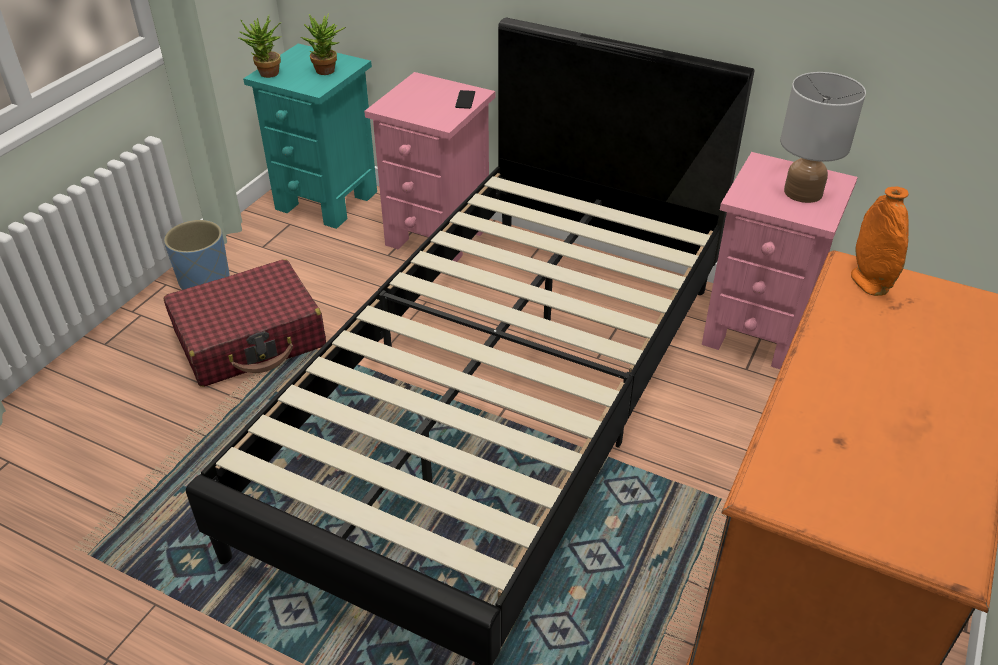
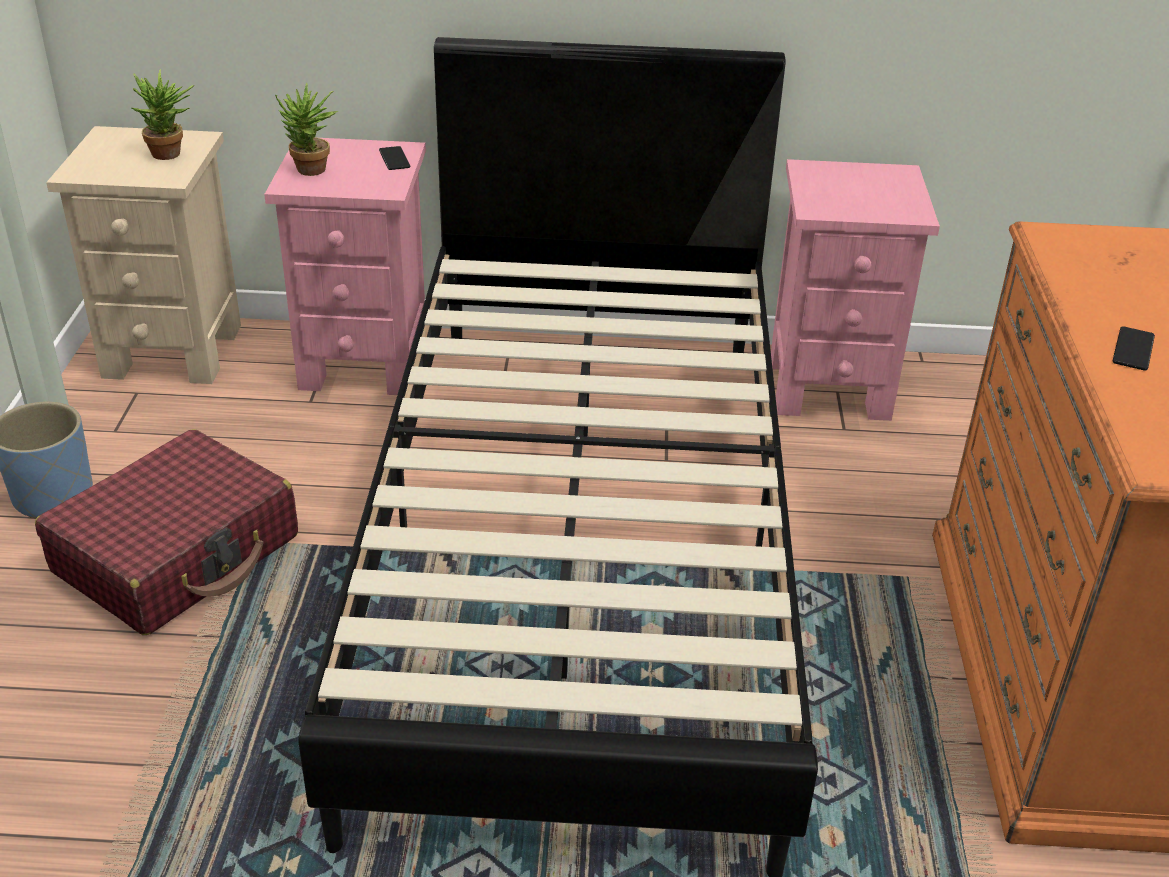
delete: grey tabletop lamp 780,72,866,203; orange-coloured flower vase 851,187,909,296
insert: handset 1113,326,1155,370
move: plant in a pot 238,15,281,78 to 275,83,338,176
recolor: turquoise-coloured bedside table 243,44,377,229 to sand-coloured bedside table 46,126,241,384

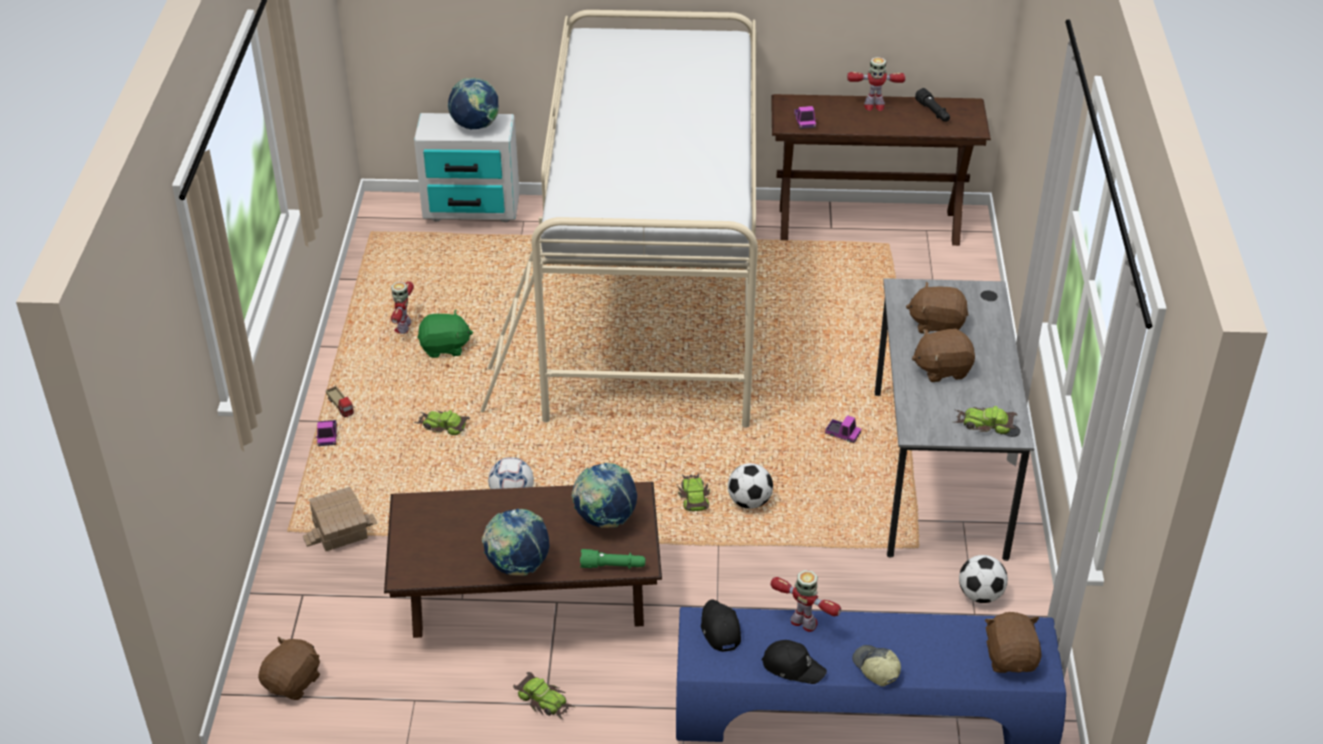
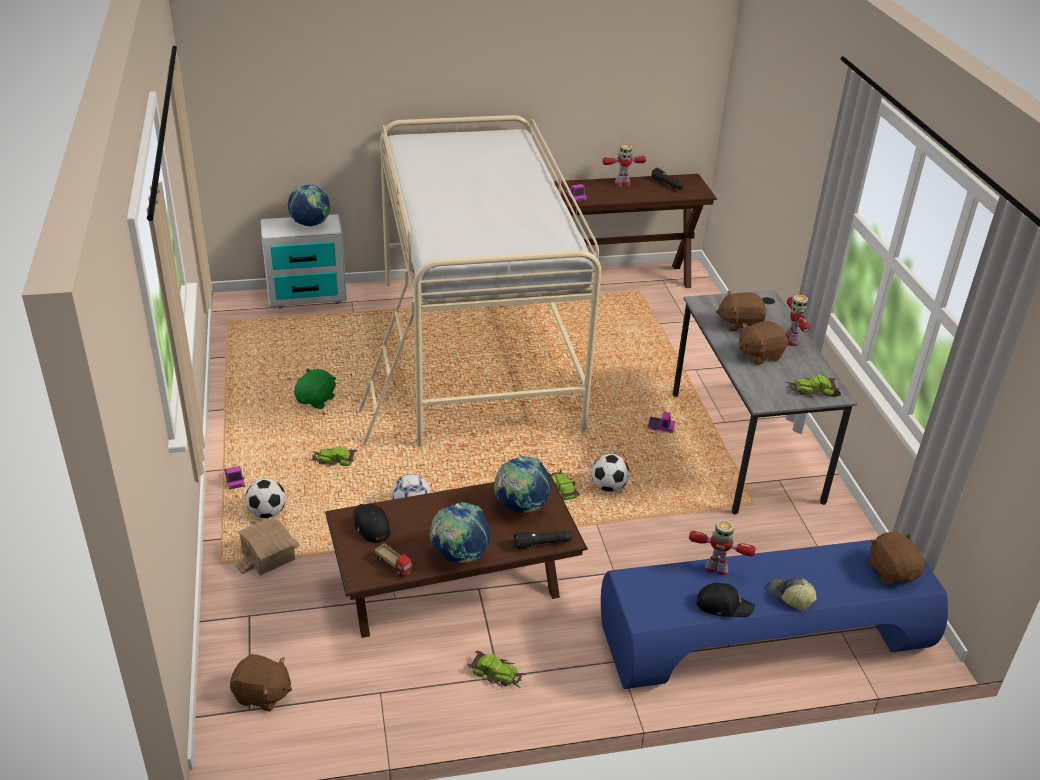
move: model truck 326,386,355,417 to 375,543,414,576; toy robot 391,282,414,334 to 786,294,810,346; black peaked cap 701,599,741,652 to 354,504,391,543; football ball 959,555,1008,603 to 245,479,286,518
recolor: green-coloured flashlight 580,549,645,569 to black flashlight 514,530,572,549
rotate: brown-coloured soft toy 258,637,320,700 = 230,654,292,712 90 degrees clockwise; green-coloured soft toy 417,310,473,358 = 294,368,337,409 45 degrees counterclockwise

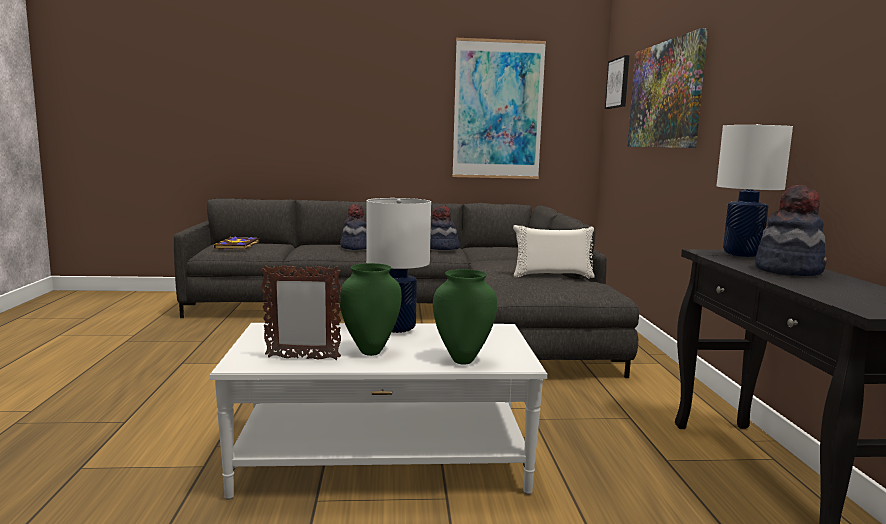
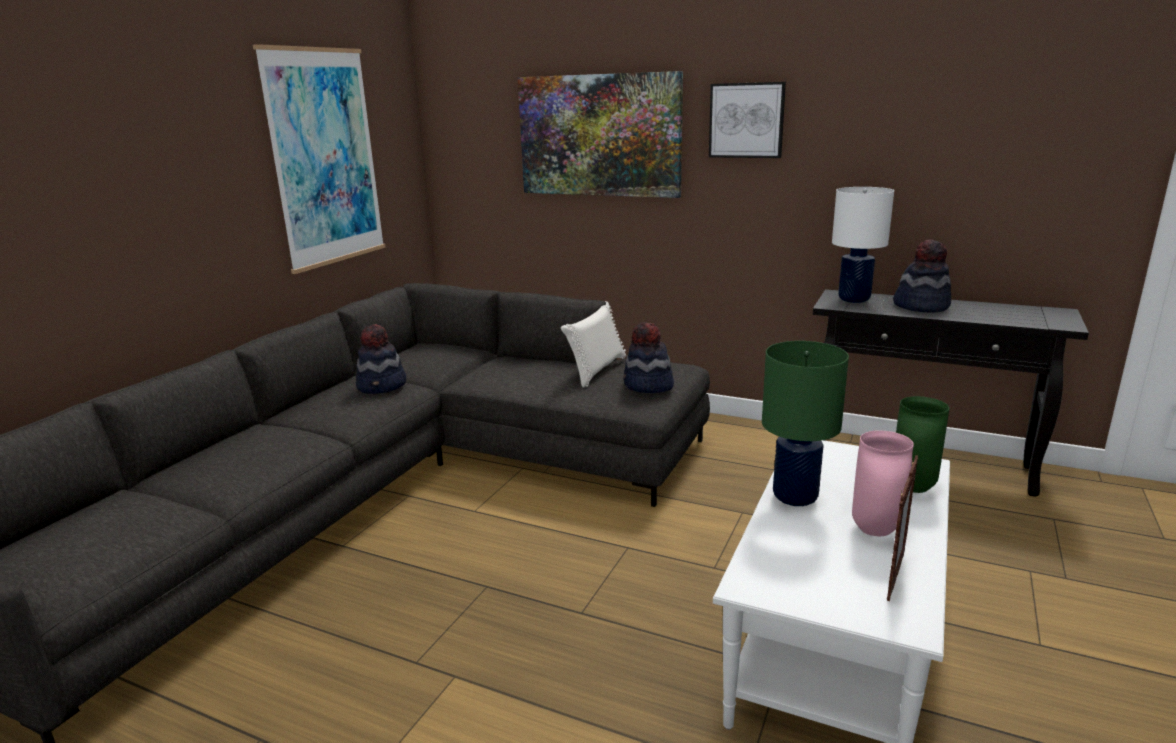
delete: volume 213,237,259,250
move: hat 340,204,367,250 to 623,322,674,393; picture 605,55,629,109 to 709,82,786,158
recolor: green-coloured flower vase 340,263,402,356 to pink flower vase 852,431,914,536; white tabletop lamp 366,198,431,333 to green-coloured tabletop lamp 762,341,849,506

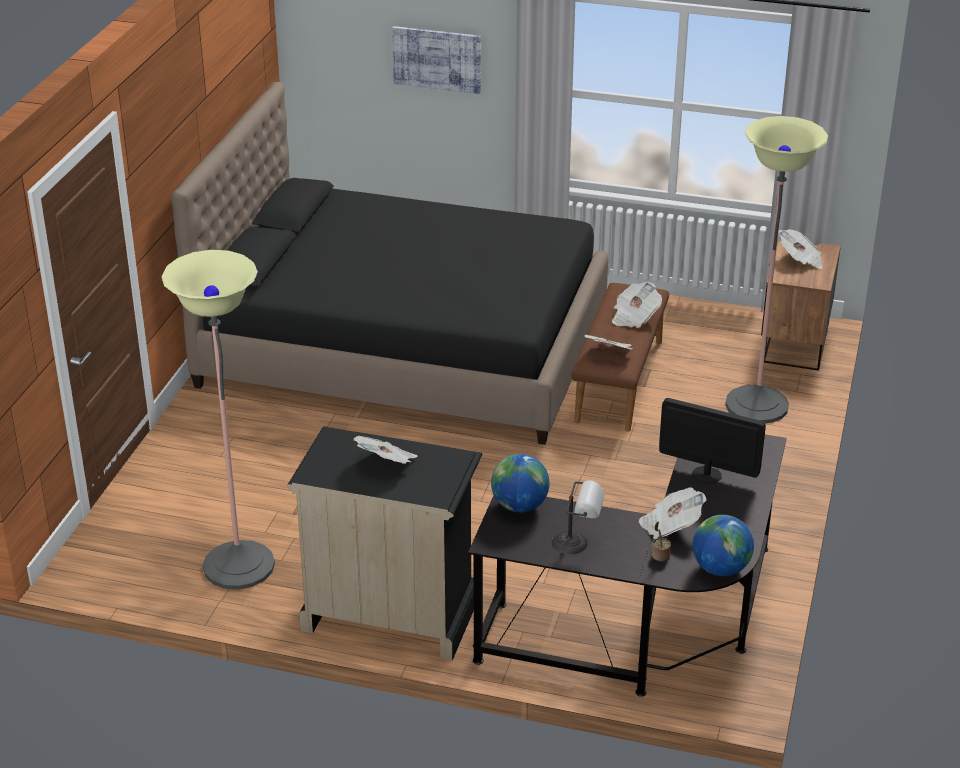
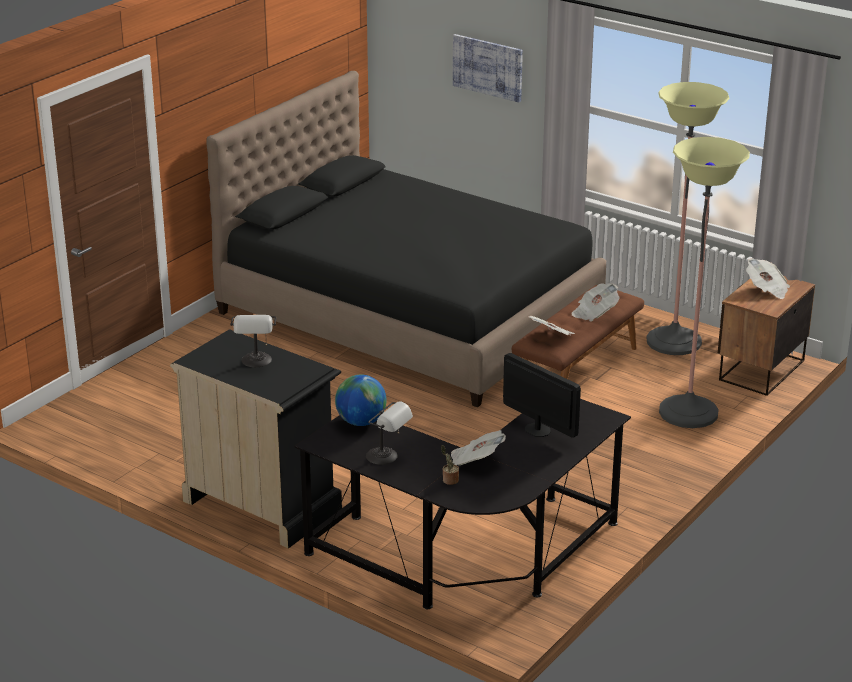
delete: world globe 692,515,754,576
move: floor lamp 162,250,275,590 to 647,82,730,355
replace: daily paper 353,436,418,464 to tabletop lamp 230,315,276,367

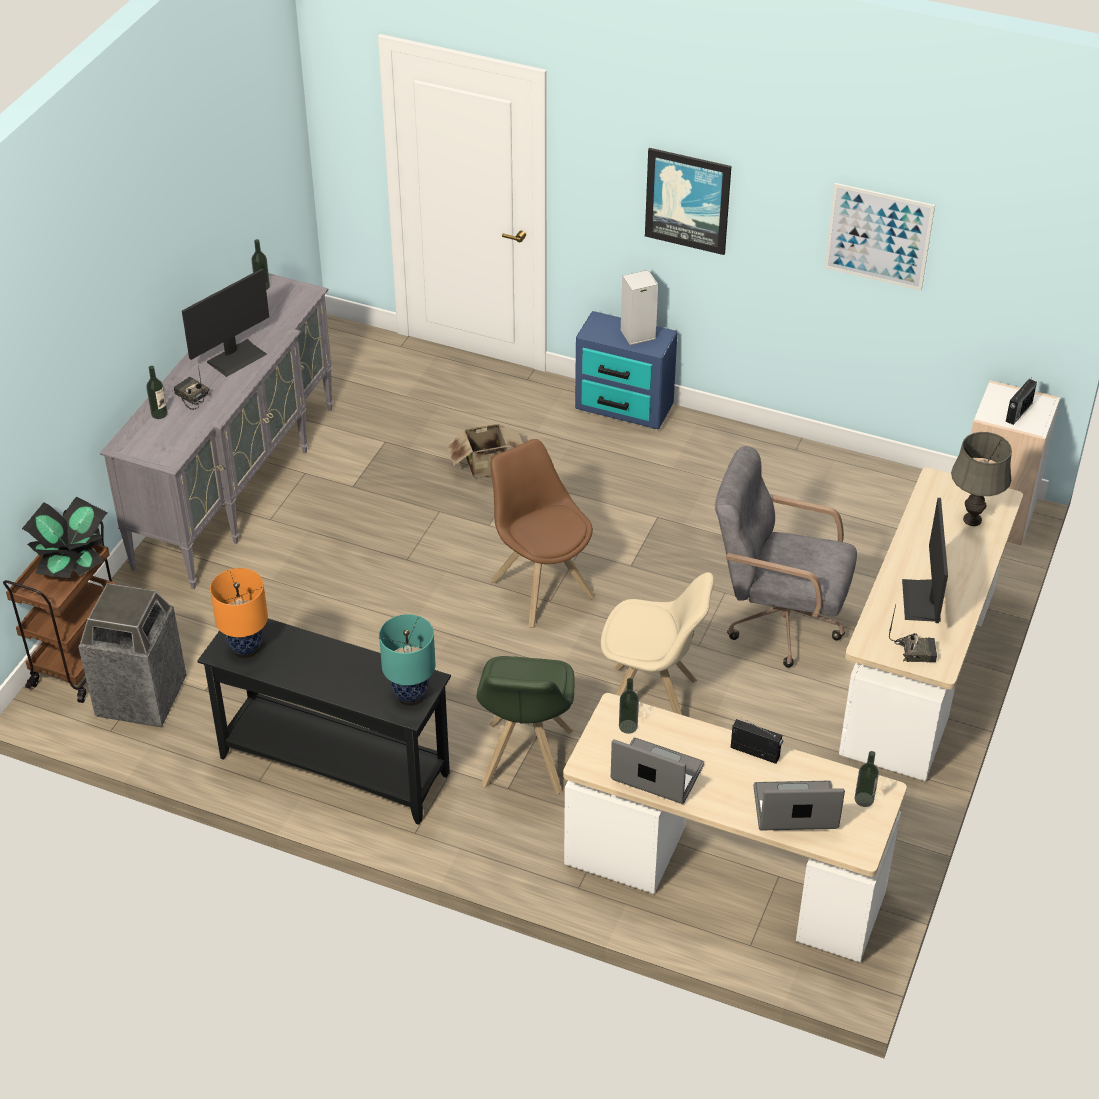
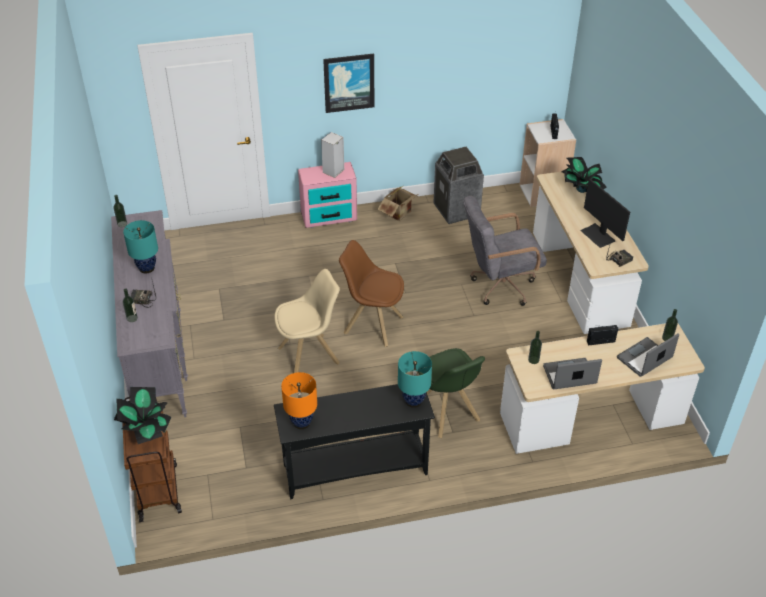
delete: picture 825,183,935,291
move: trash can 78,583,187,728 to 433,147,484,224; carton 446,424,523,479 to 378,186,419,221; sand-coloured upright chair 601,572,714,715 to 274,269,340,373
replace: computer display 182,269,269,377 to turquoise-coloured tabletop lamp 123,220,158,274; grey tabletop lamp 951,432,1012,526 to plant in a pot 562,157,607,193
recolor: blue-coloured bedside table 575,311,677,429 to pink bedside table 298,162,357,228

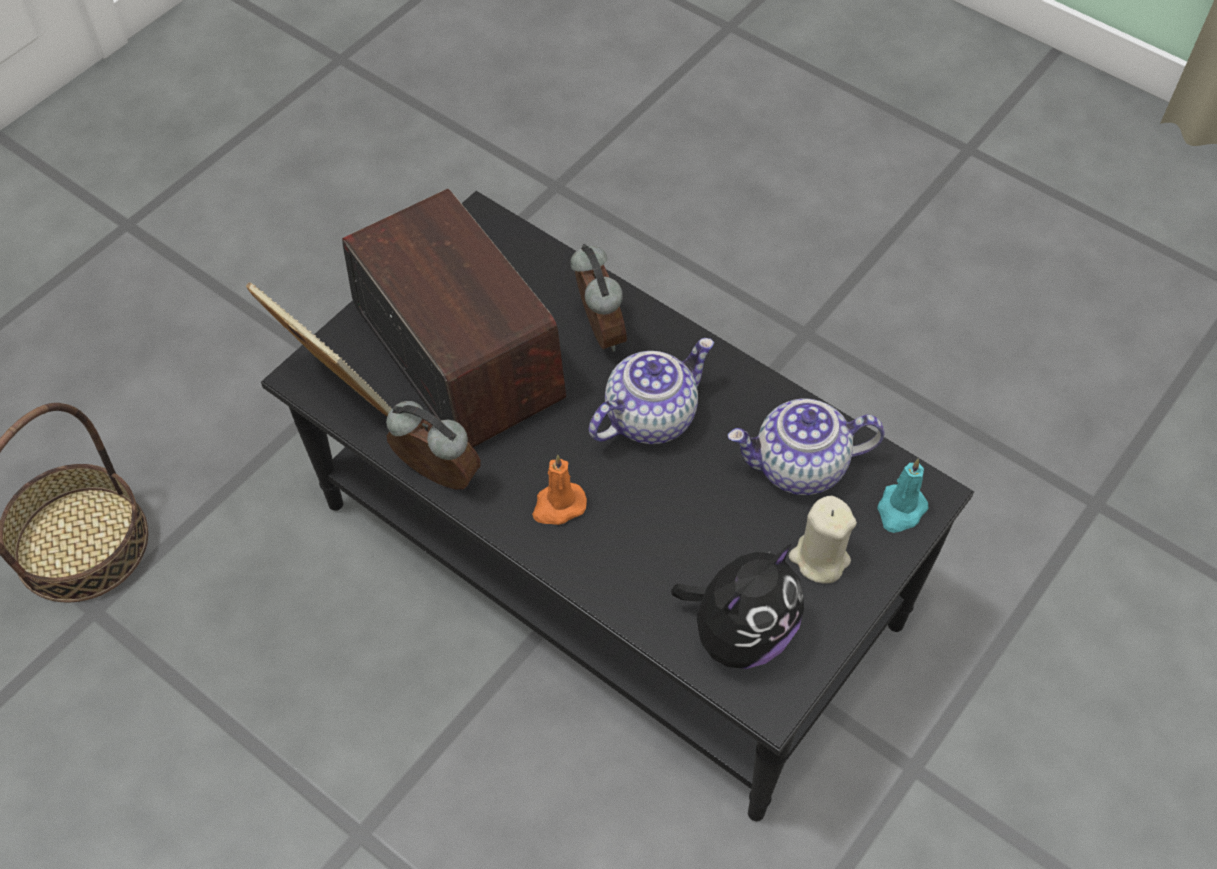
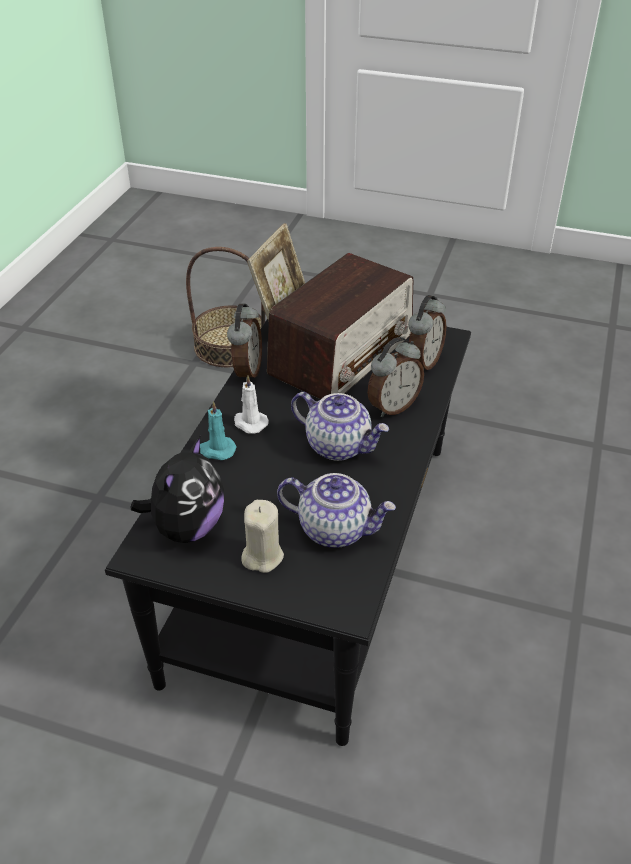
insert: table clock 408,295,446,370
move: turquoise-coloured wax candle 877,459,929,533 to 200,401,237,460
recolor: orange-coloured wax candle 532,455,587,525 to white wax candle 234,375,268,434
rotate: soft toy 671,544,804,669 = 130,435,224,543 90 degrees counterclockwise; pot for tea 728,398,884,495 = 277,473,396,548 135 degrees clockwise

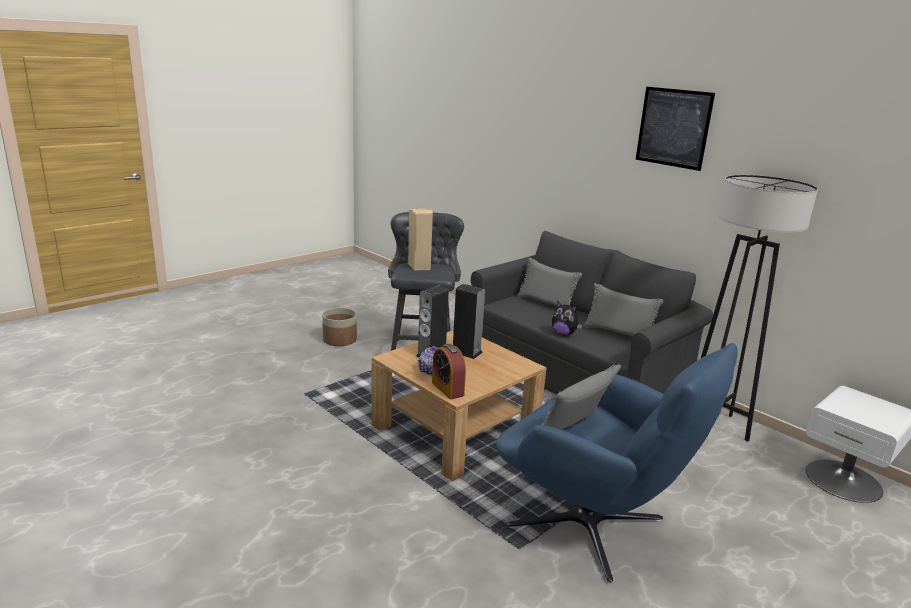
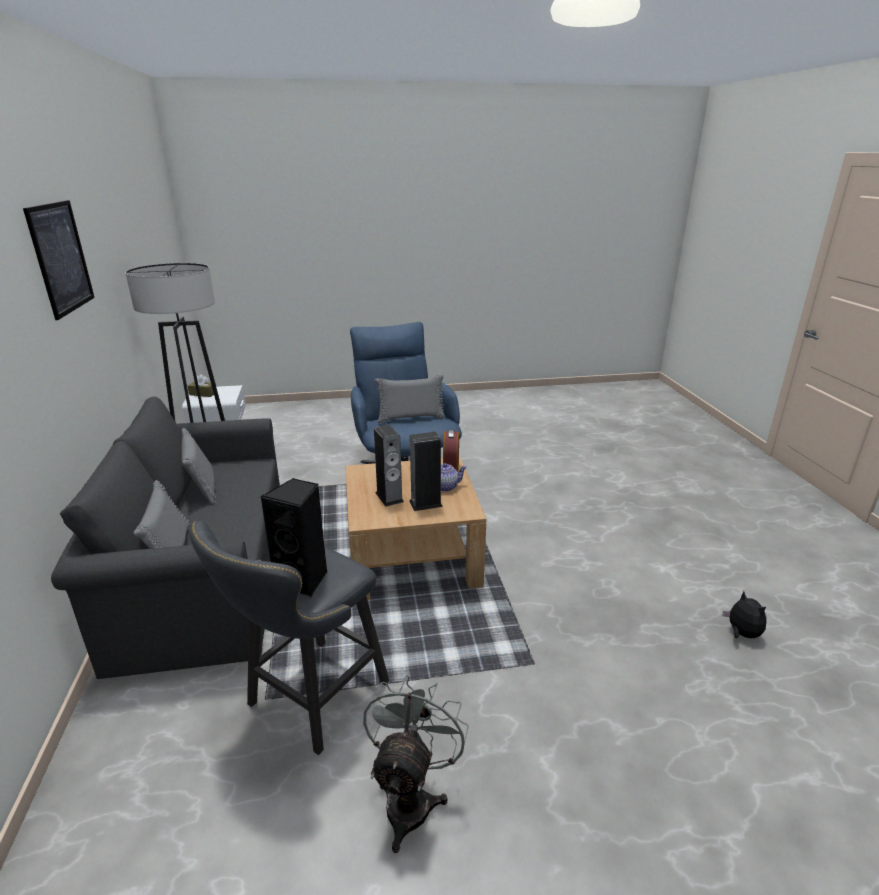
insert: brown-coloured box of tissues 188,374,216,397
move: soft toy 552,301,583,336 to 723,591,766,639
replace: plant pot 322,308,357,346 to grey cooling fan 363,675,469,853
recolor: sand-coloured speaker 408,208,433,270 to black speaker 260,478,328,597

